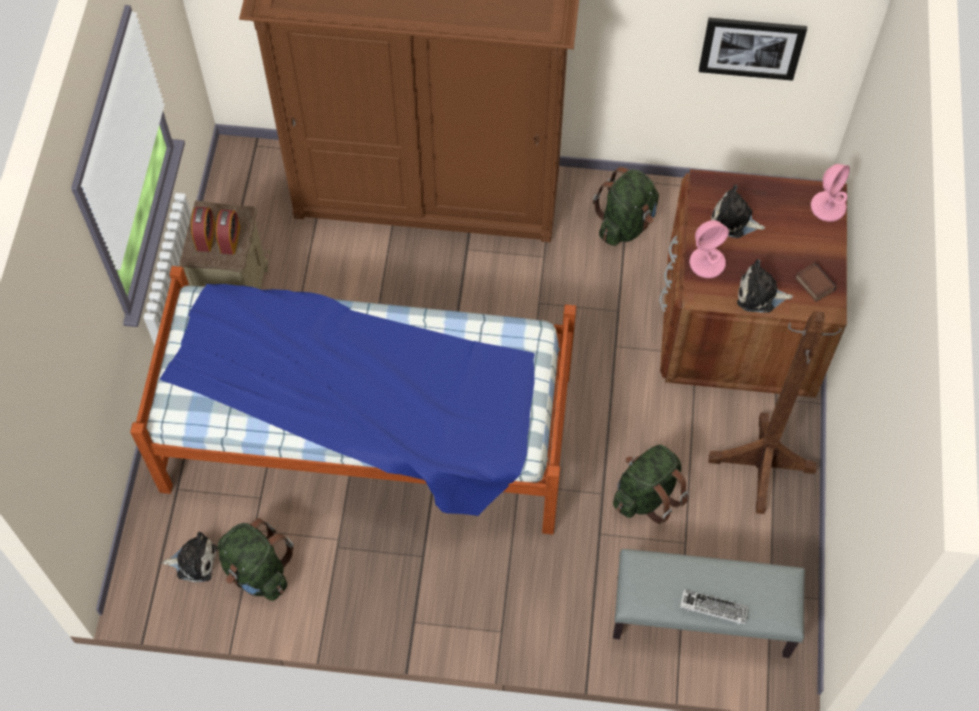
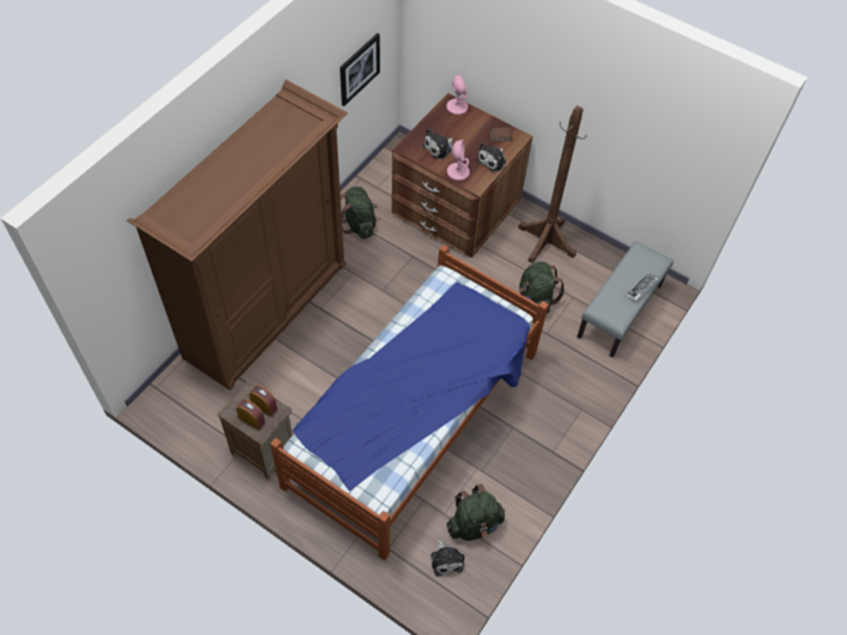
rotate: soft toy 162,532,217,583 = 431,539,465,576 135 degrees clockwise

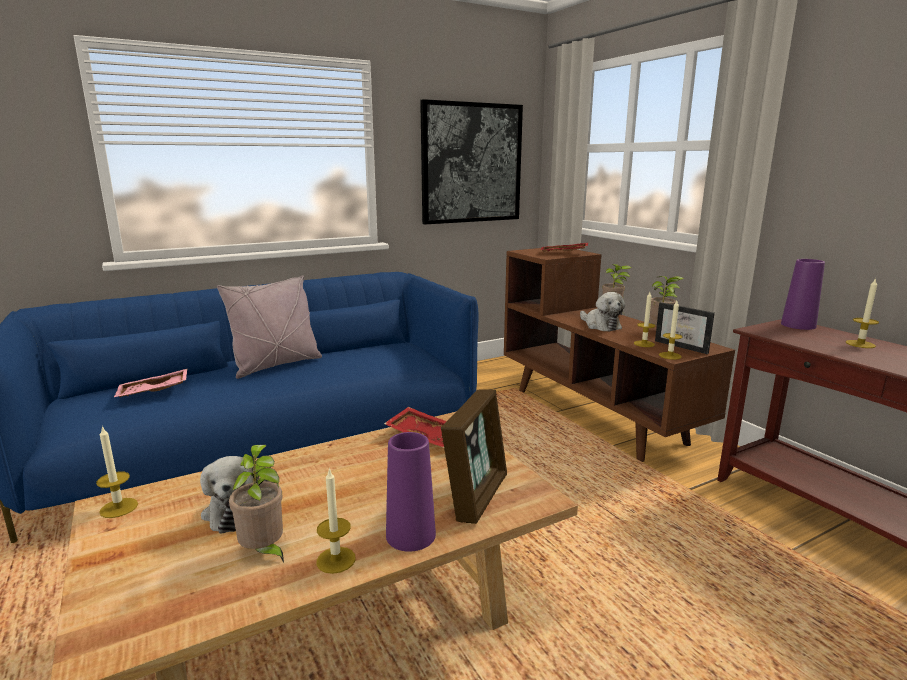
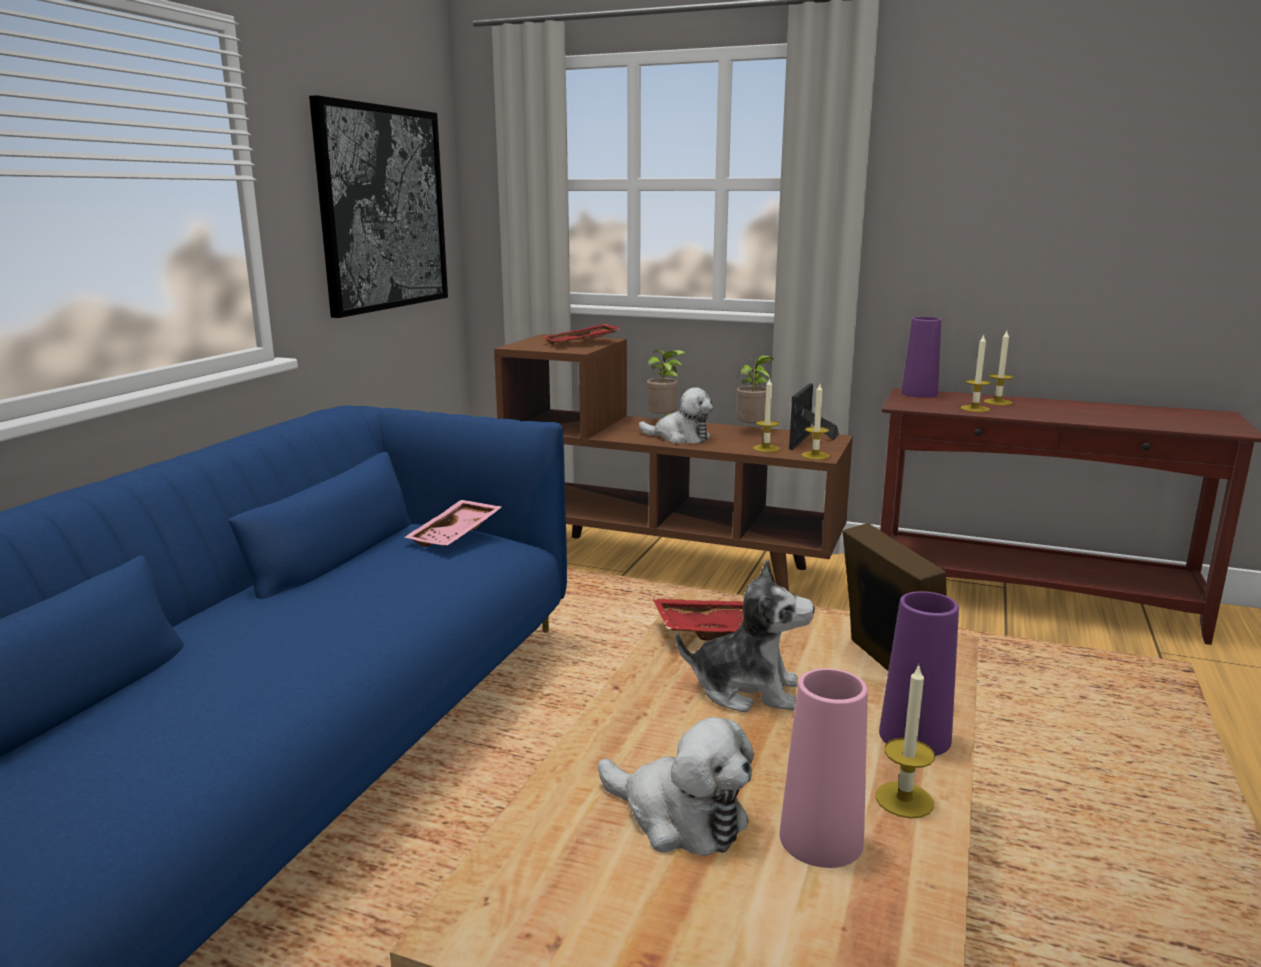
delete: purplish throw pillow 217,275,322,379
insert: soft toy 676,559,815,713
move: wax candle 96,426,138,518 to 960,334,991,412; pink serving tray 114,369,187,397 to 404,500,501,547
replace: plant in a pot 229,445,284,563 to pink flower vase 779,668,868,868
rotate: standing frame 655,302,715,354 = 789,383,839,450 105 degrees clockwise

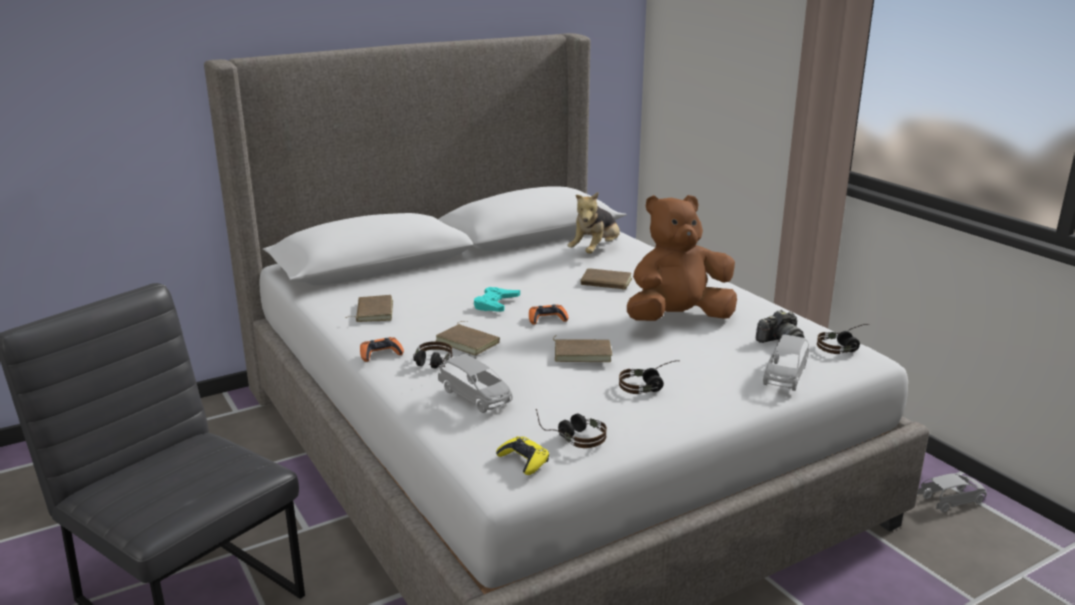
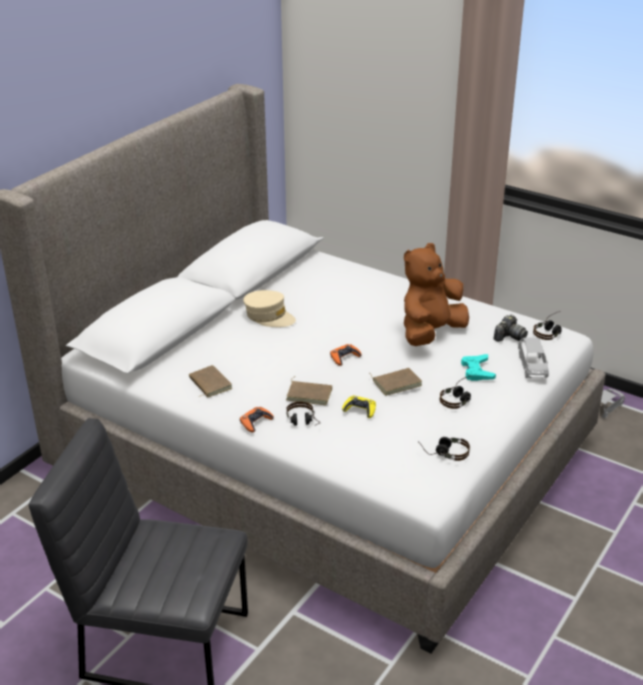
delete: grey model car 438,354,512,413; soft toy 567,192,620,253; brown-coloured volume 581,269,632,290
insert: sand-coloured peaked cap 243,290,296,327
move: turquoise-coloured gamepad 474,287,520,312 to 461,354,496,381; yellow gamepad 496,436,549,475 to 342,396,376,418

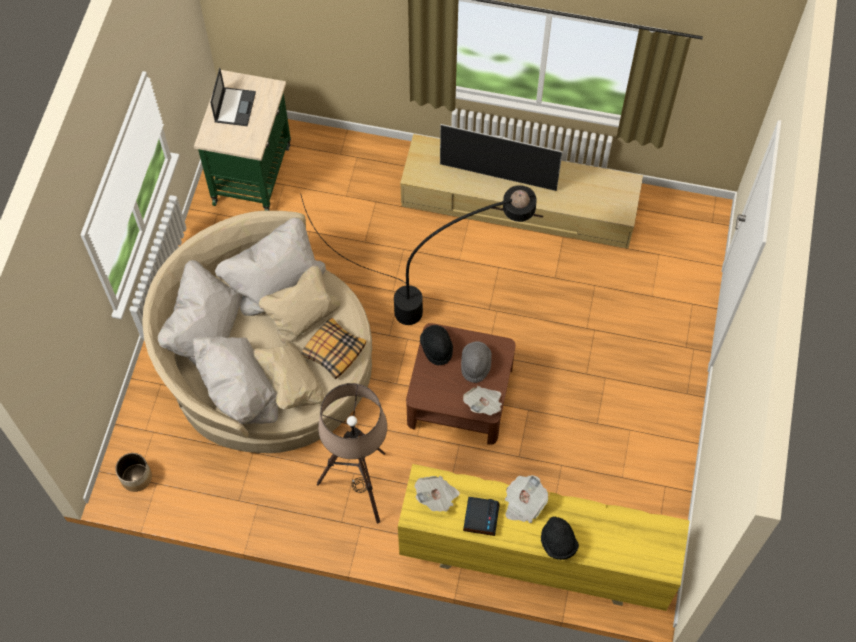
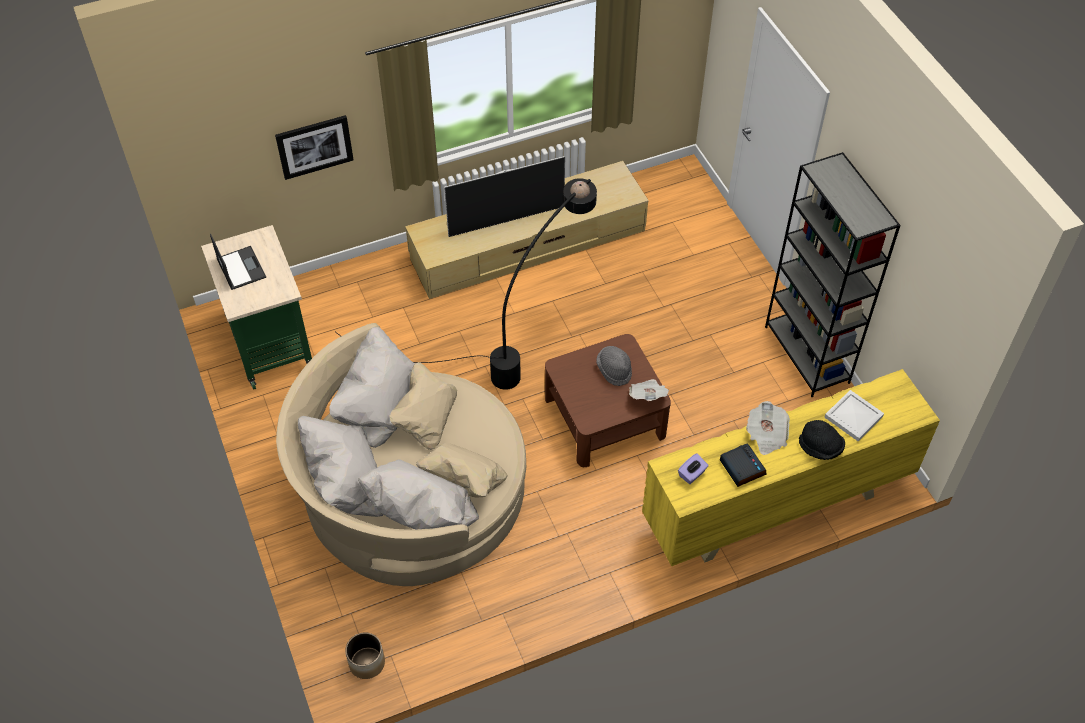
delete: throw pillow 301,318,366,379; floor lamp 317,383,387,524; black hat 420,325,453,365
insert: picture 275,115,354,180; grey shelving unit 765,152,901,397; white serving tray 824,390,884,441
replace: daily paper 415,476,460,512 to purplish box of tissues 678,453,708,484

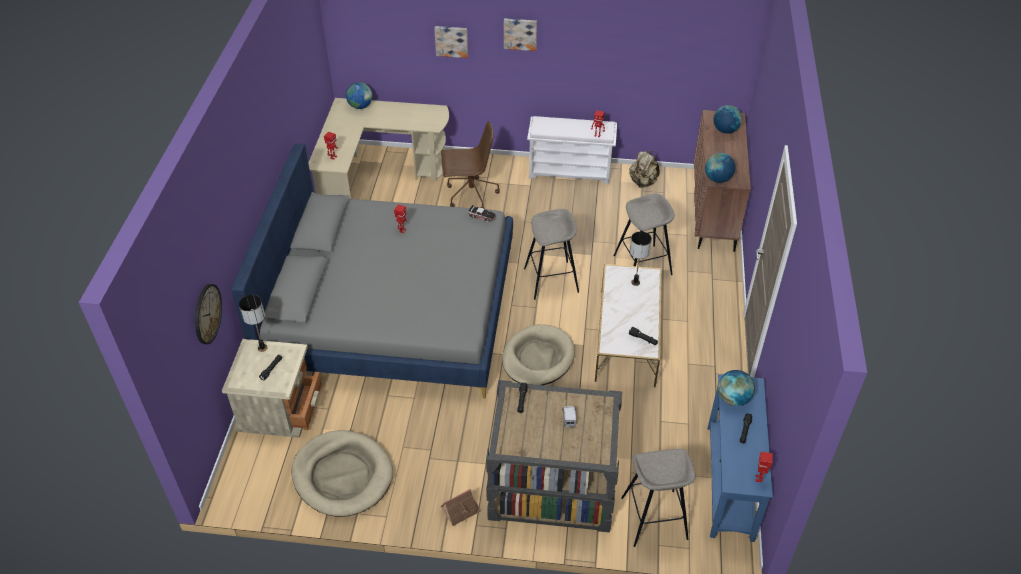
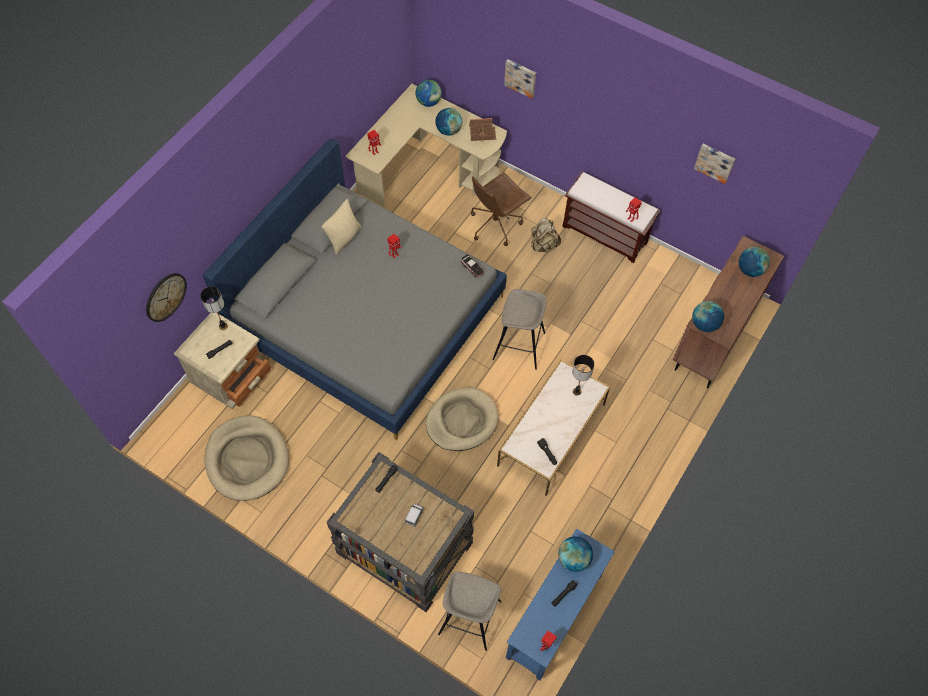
delete: grey sitting stool 614,193,675,275
insert: sand-coloured throw pillow 322,199,362,255; world globe 435,108,462,136
move: toy house 440,489,482,526 to 469,118,496,141; picture 504,19,537,51 to 694,144,735,184; sand-coloured rucksack 629,150,660,188 to 531,218,561,253
recolor: white bench 527,116,617,184 to brown-coloured bench 562,171,661,263
rotate: brown-coloured computer chair 441,121,500,209 = 471,173,532,246 120 degrees clockwise

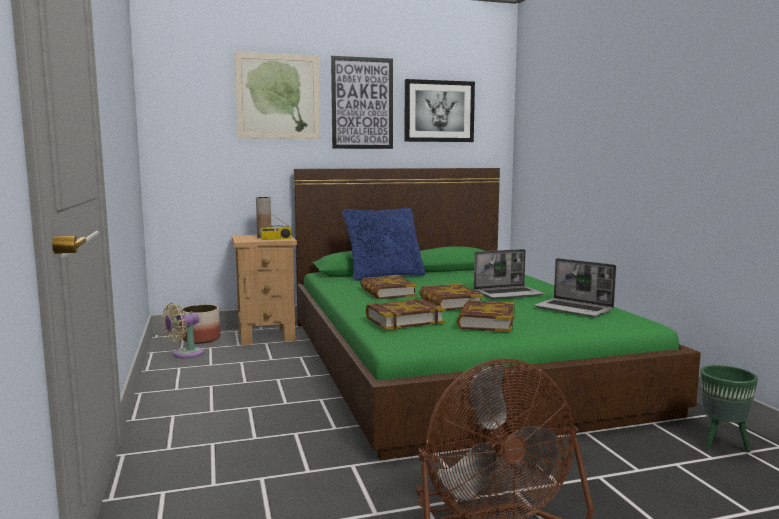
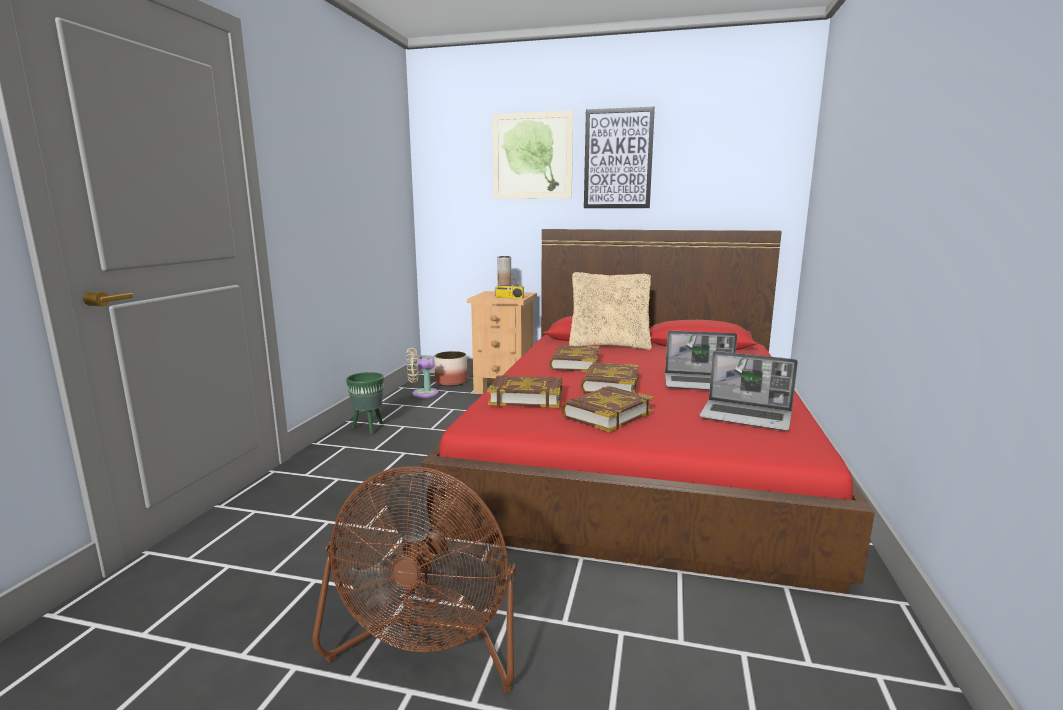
delete: picture 405,79,475,142
move: green-coloured plant pot 701,365,758,452 to 346,372,384,434
recolor: green-coloured sleeping bed 294,168,701,460 to red-coloured sleeping bed 421,229,875,594; blue-coloured throw pillow 342,208,426,281 to sand-coloured throw pillow 569,272,651,349
rotate: notebook computer 534,258,616,317 = 699,351,798,431 45 degrees counterclockwise

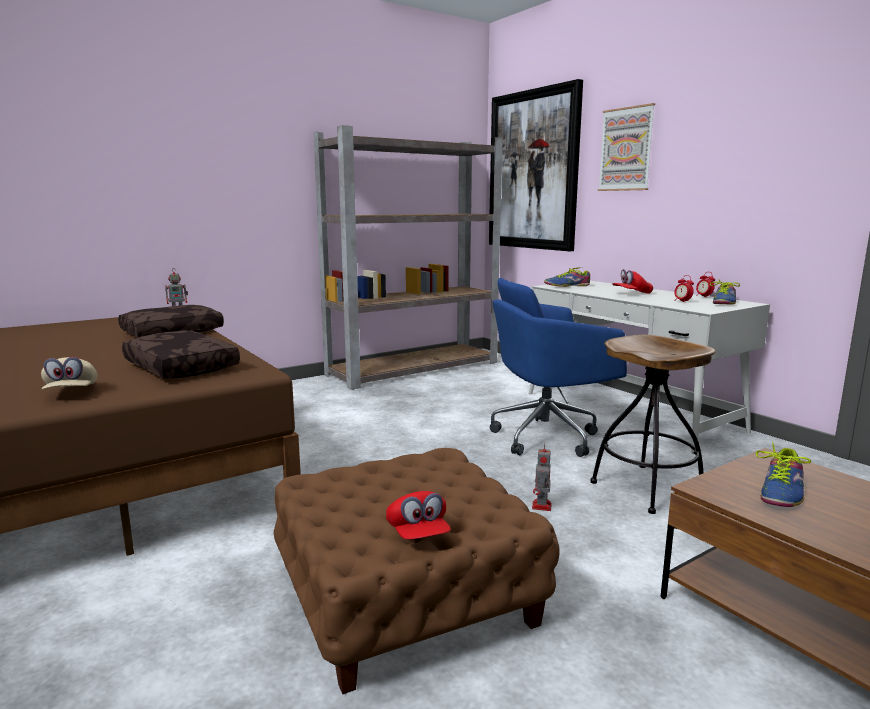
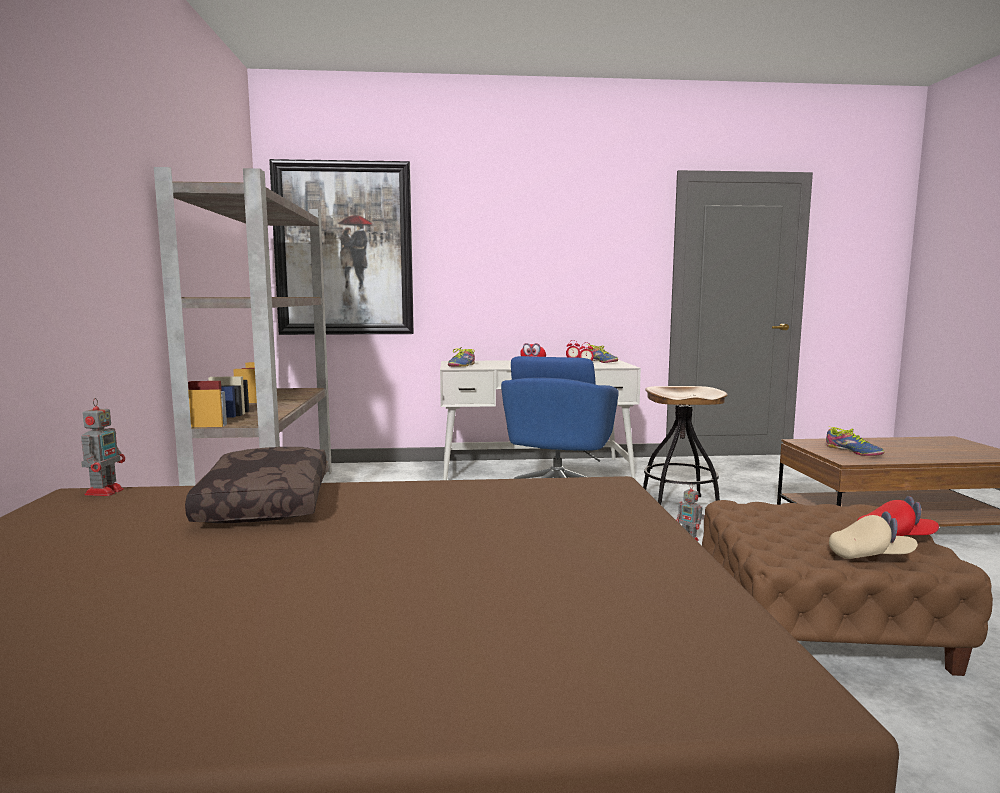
delete: brown-coloured throw pillow 122,331,240,379; picture 598,103,655,191
move: sand-coloured peaked cap 41,357,97,390 to 829,511,918,559

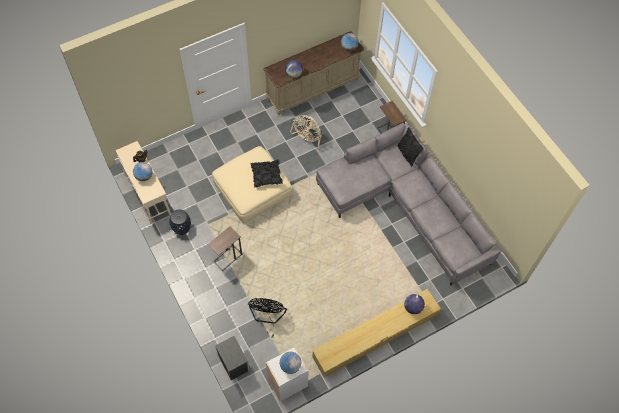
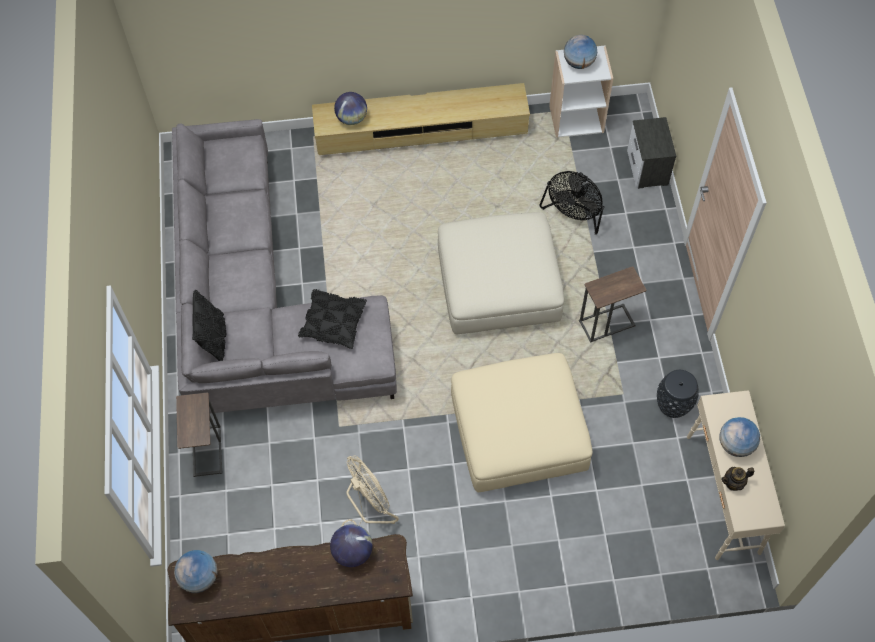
insert: sand-coloured pouffe 438,212,564,334
move: black throw pillow 250,159,283,188 to 298,289,367,349

